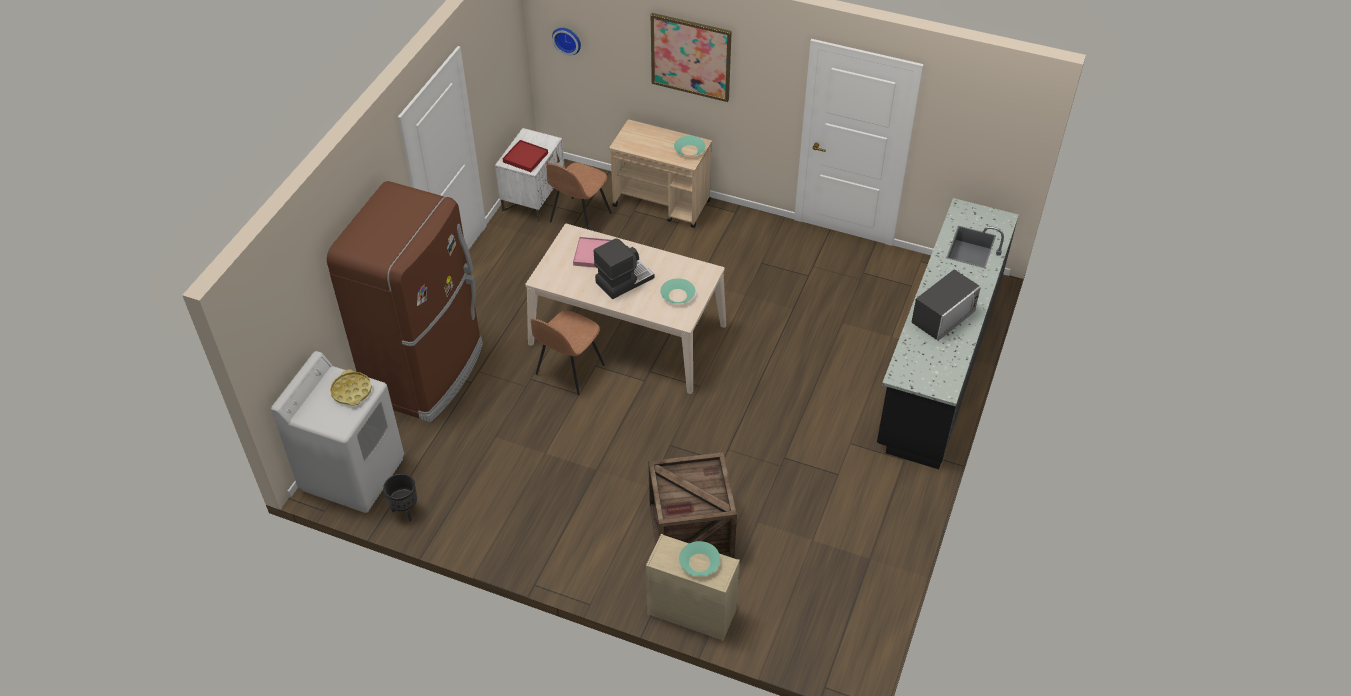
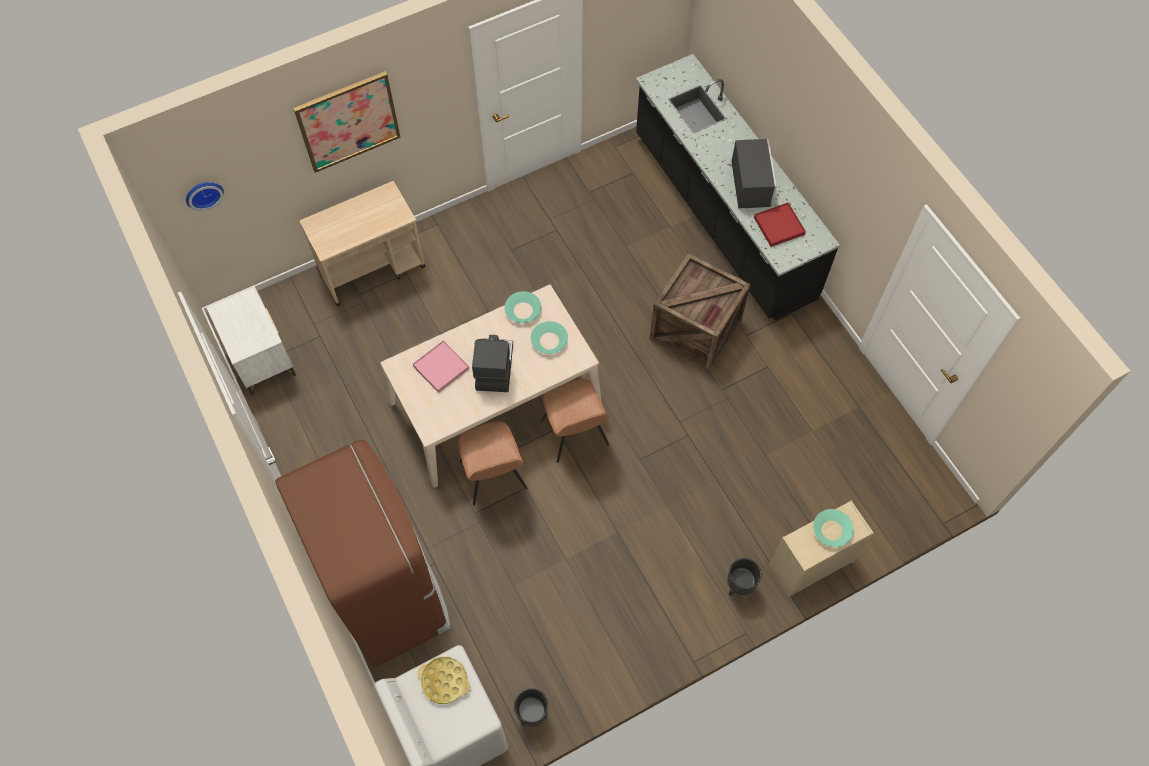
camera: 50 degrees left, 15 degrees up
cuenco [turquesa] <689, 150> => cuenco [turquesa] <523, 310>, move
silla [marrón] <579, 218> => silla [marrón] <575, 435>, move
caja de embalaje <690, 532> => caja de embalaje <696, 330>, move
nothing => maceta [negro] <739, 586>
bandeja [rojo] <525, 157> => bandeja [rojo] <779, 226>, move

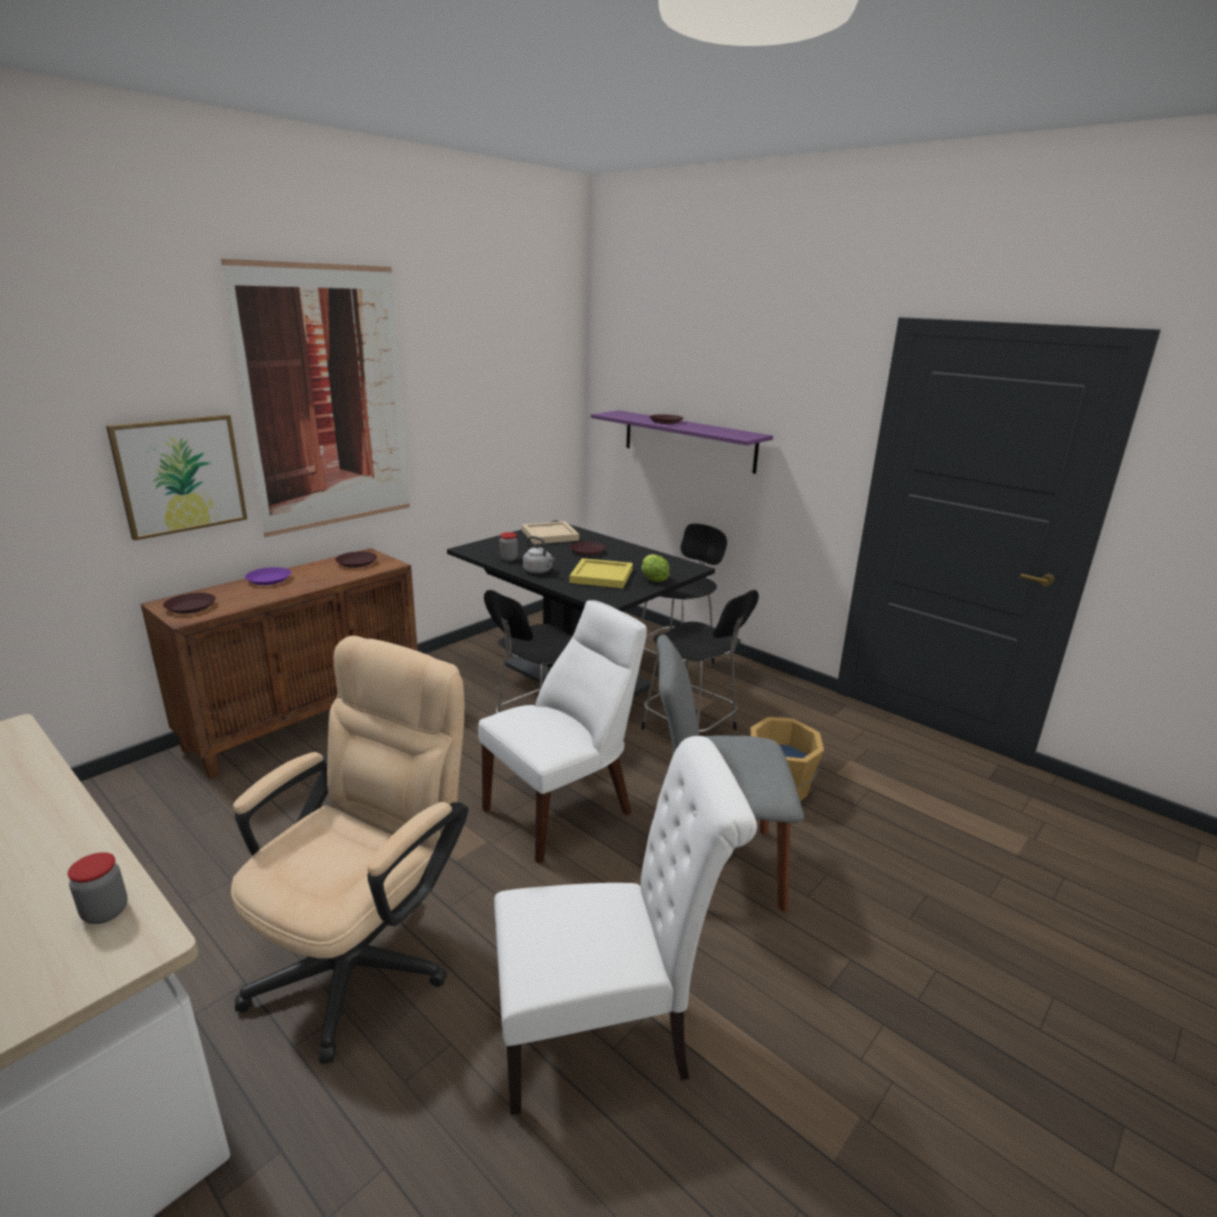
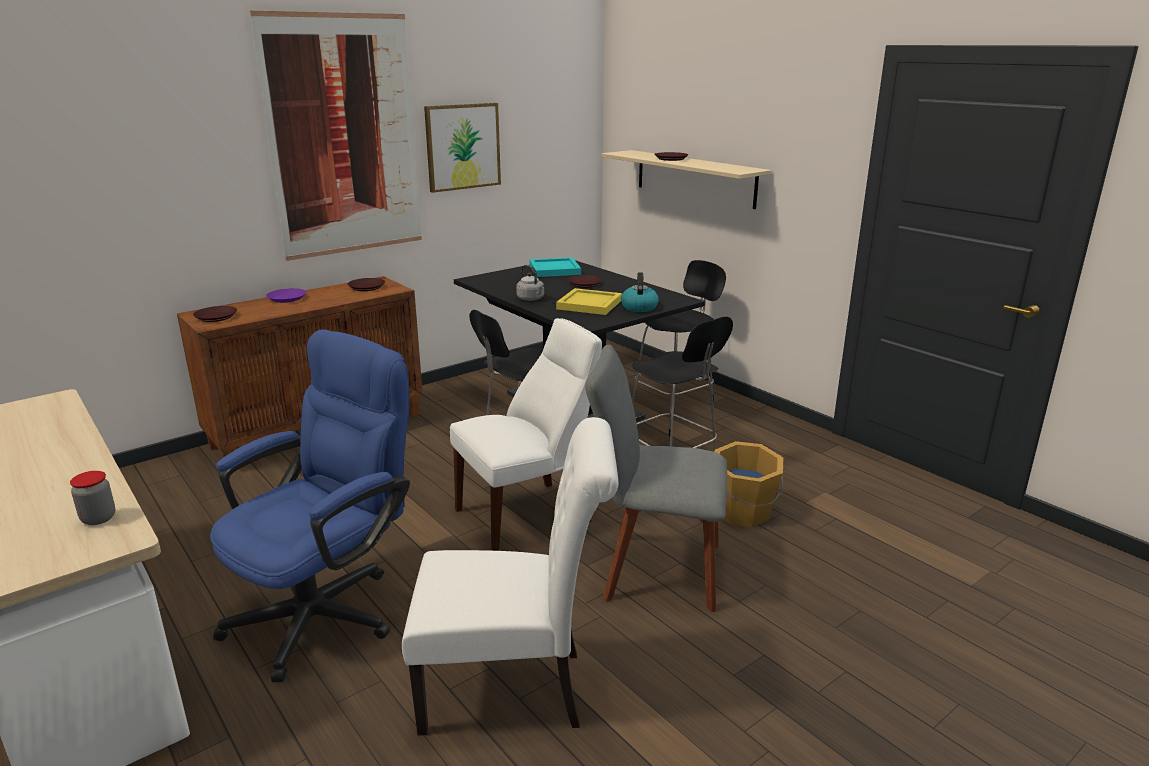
camera: 10 degrees right, 0 degrees up
silla de oficina [beis] <366, 953> => silla de oficina [azul] <328, 609>
cuadro <180, 475> => cuadro <462, 146>, move
bandeja [beis] <549, 535> => bandeja [turquesa] <554, 270>
estante [morado] <688, 441> => estante [beis] <694, 178>
lechuga <653, 578> => hervidor <639, 307>
tarro <509, 559> => nothing

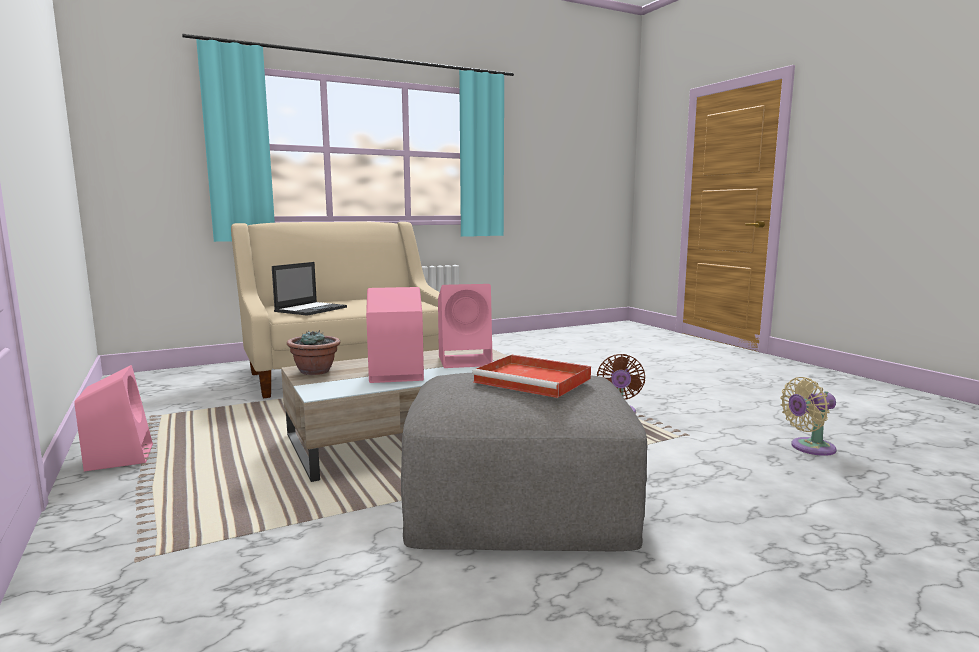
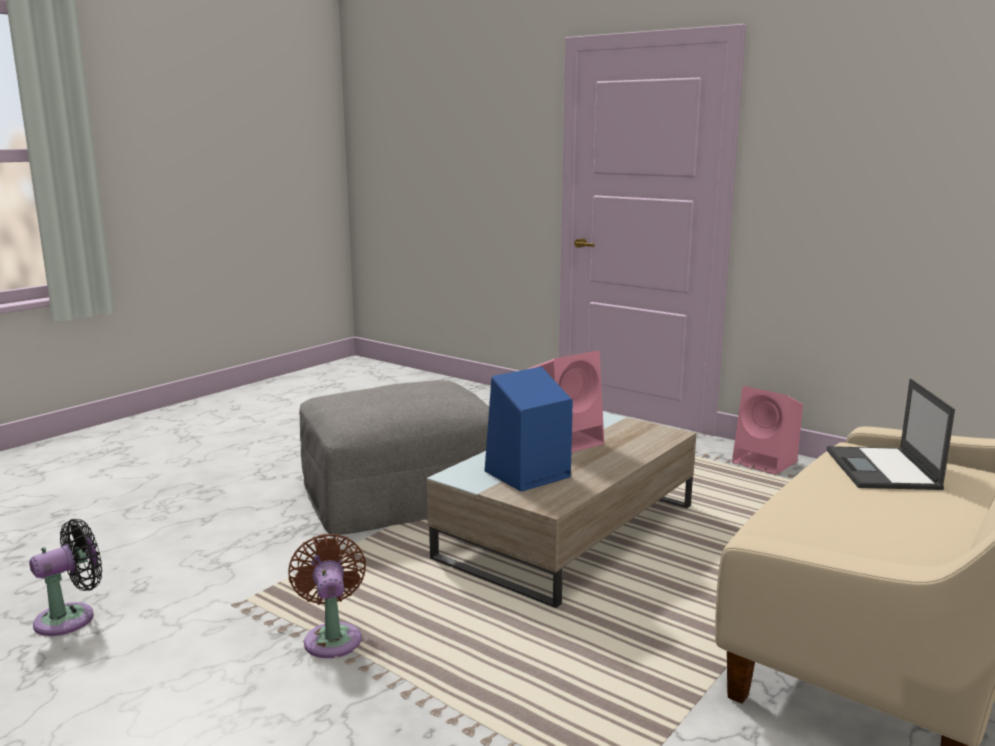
camera: 155 degrees right, 5 degrees up
ventilador [beis] <809, 448> => ventilador [negro] <71, 618>
altavoz [rosa] <466, 361> => altavoz [azul] <526, 475>
planta en maceta <315, 371> => nothing
bandeja [rojo] <534, 380> => nothing

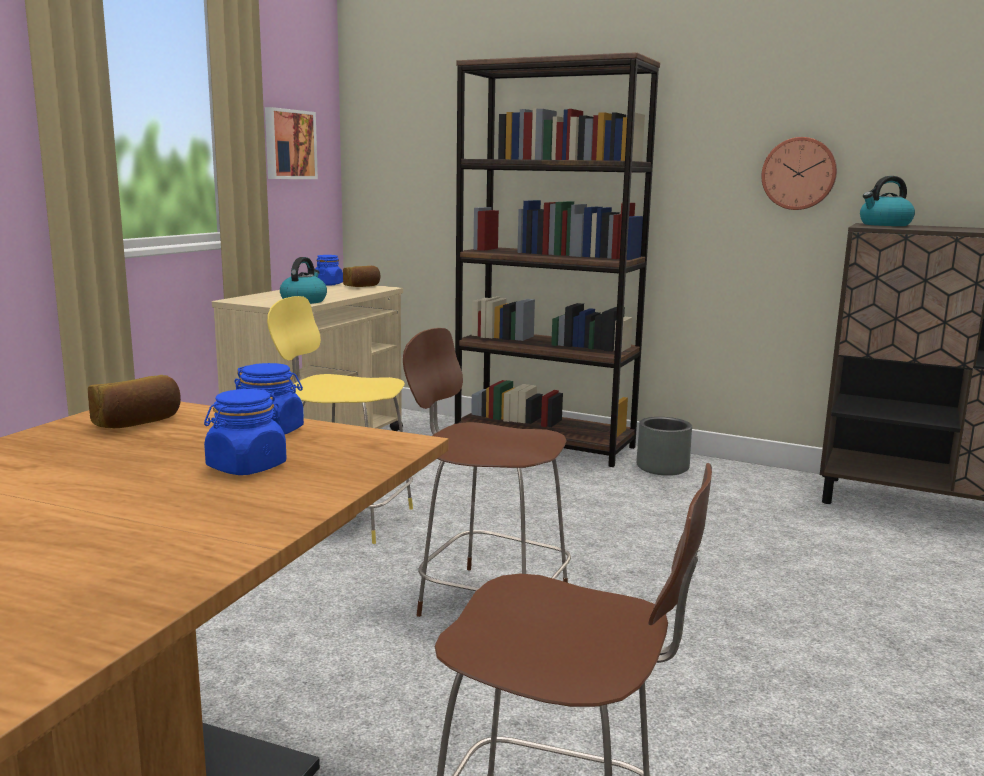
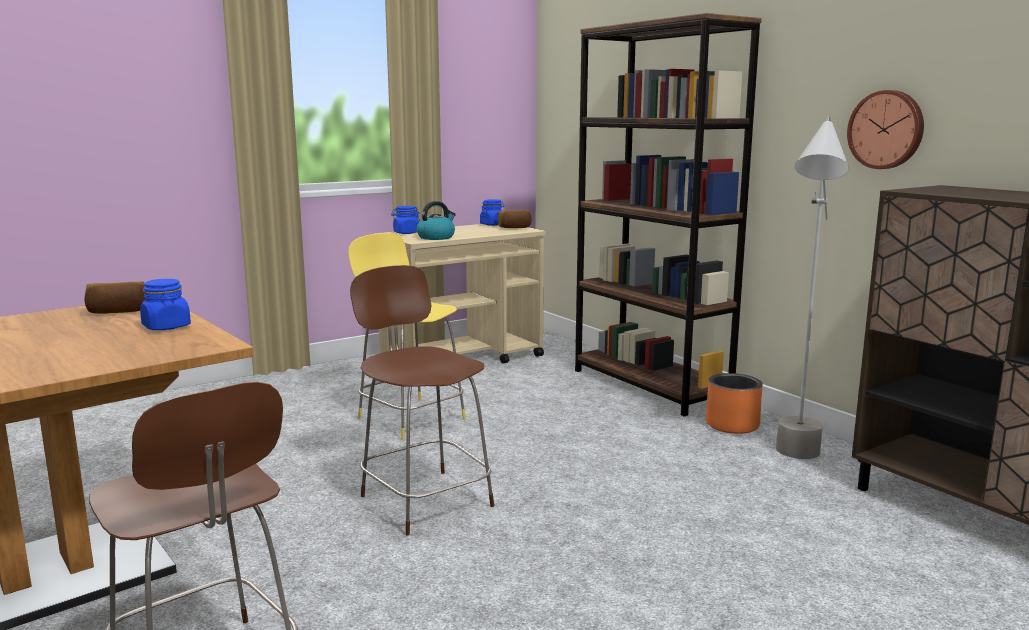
camera: 30 degrees right, 0 degrees up
tarro [azul] <246, 467> => tarro [azul] <406, 233>, move
maceta [gris] <663, 468> => maceta [naranja] <732, 425>
nothing => lámpara de pie [gris] <796, 464>
cuadro <289, 144> => nothing
hervidor <884, 225> => nothing

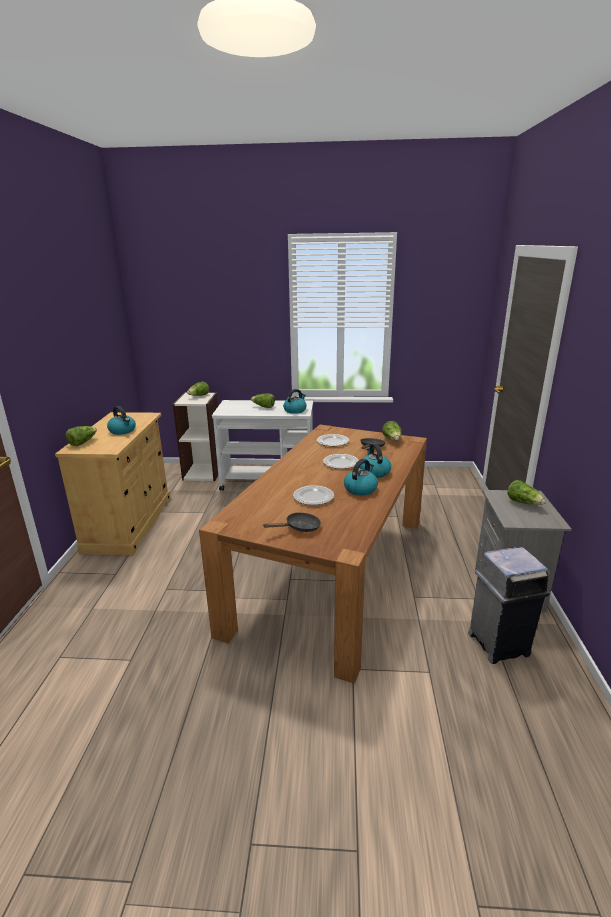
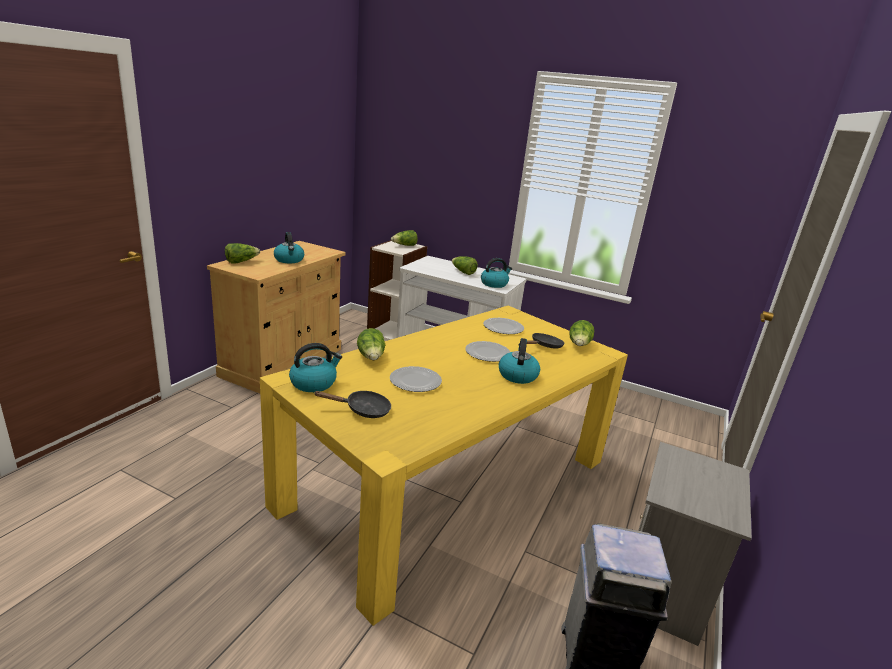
camera: 20 degrees right, 0 degrees up
mesa de comedor [marrón] <332, 570> => mesa de comedor [amarillo] <450, 482>
hervidor <360, 489> => hervidor <314, 383>, move
lechuga <523, 503> => lechuga <371, 357>, move

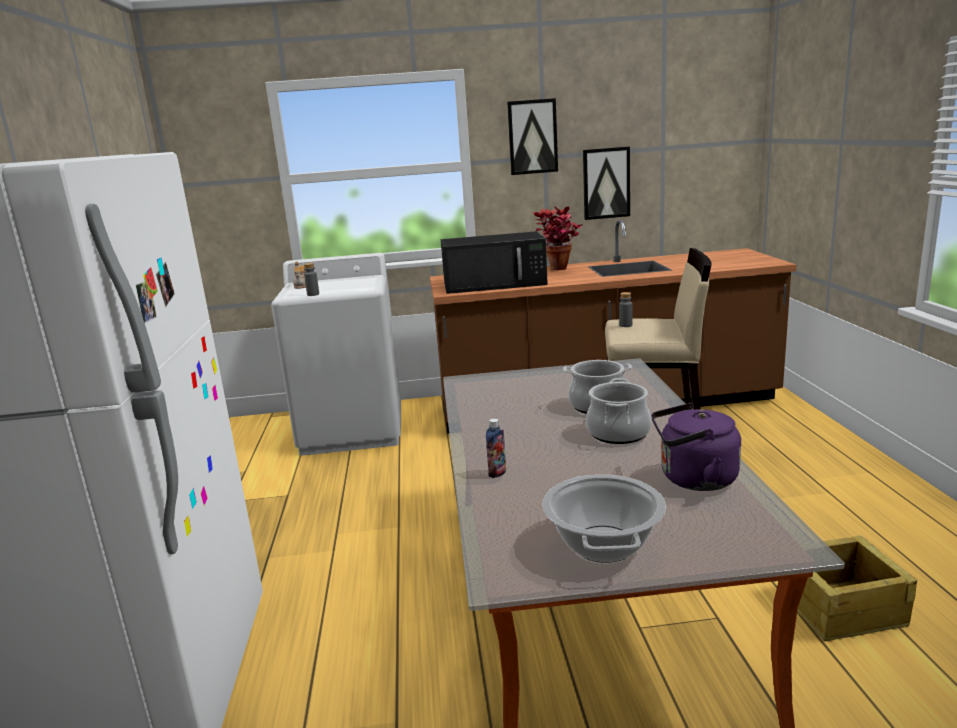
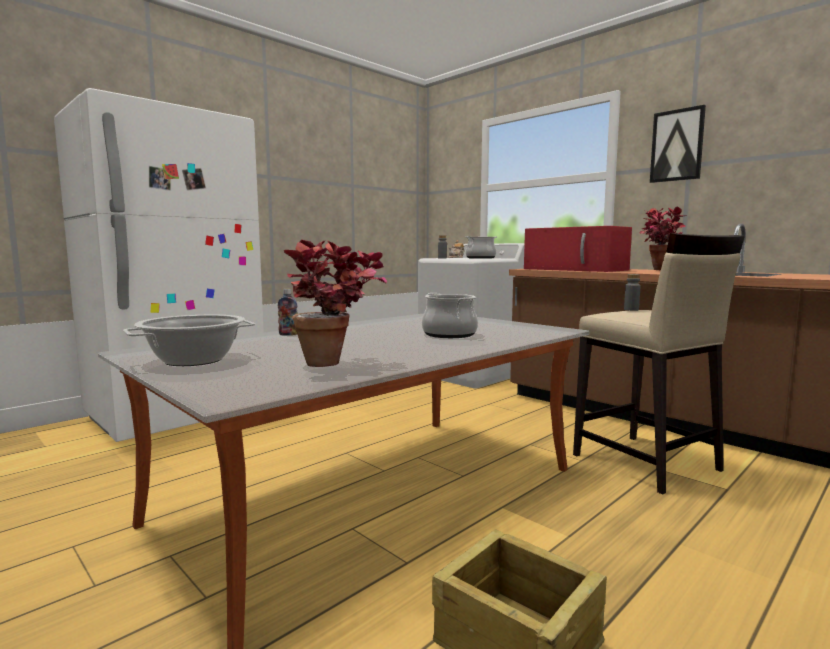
camera: 50 degrees right, 10 degrees down
hervidor [morado] <693, 479> => planta en maceta <336, 364>
olla <618, 433> => olla <480, 258>, move
microondas [negro] <496, 283> => microondas [rojo] <576, 269>
cuadro <606, 183> => nothing

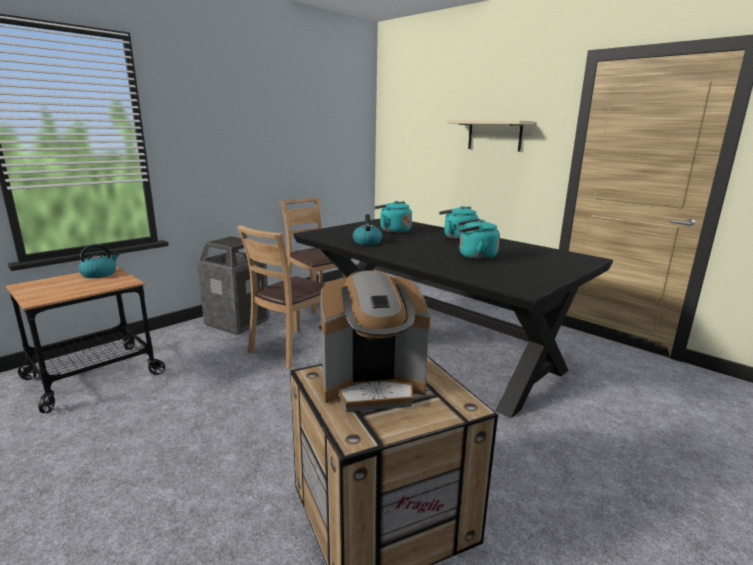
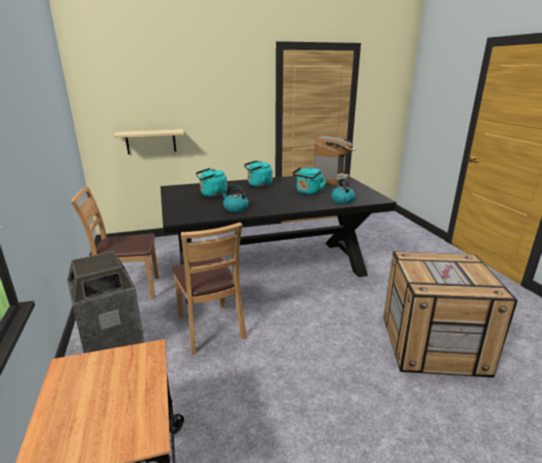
camera: 60 degrees left, 5 degrees up
estante [beis] <494, 135> => estante [beis] <151, 141>, move
cafetera <372, 386> => cafetera <331, 179>, move
hervidor <99, 274> => hervidor <342, 200>, move

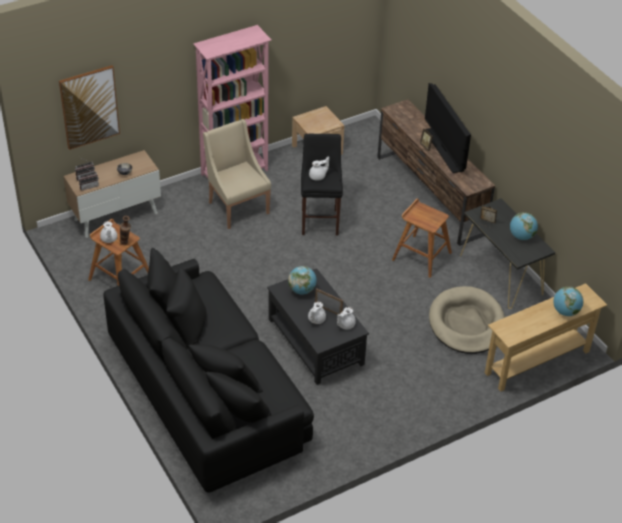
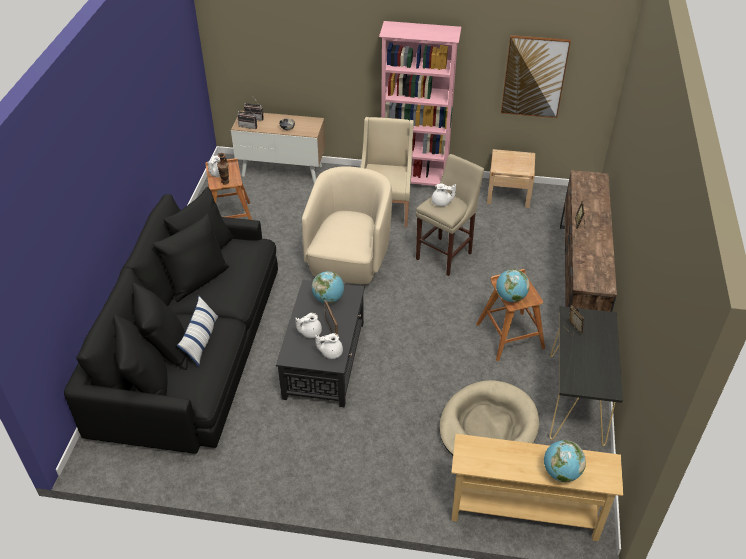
camera: 40 degrees right, 0 degrees up
nothing => cojín <201, 340>
nothing => sillón [beis] <349, 259>
taburete [negro] <320, 220> => taburete [beis] <446, 254>
globo terráqueo <521, 236> => globo terráqueo <510, 297>, move
cuadro <89, 107> => cuadro <534, 77>, move
televisor <444, 150> => nothing

